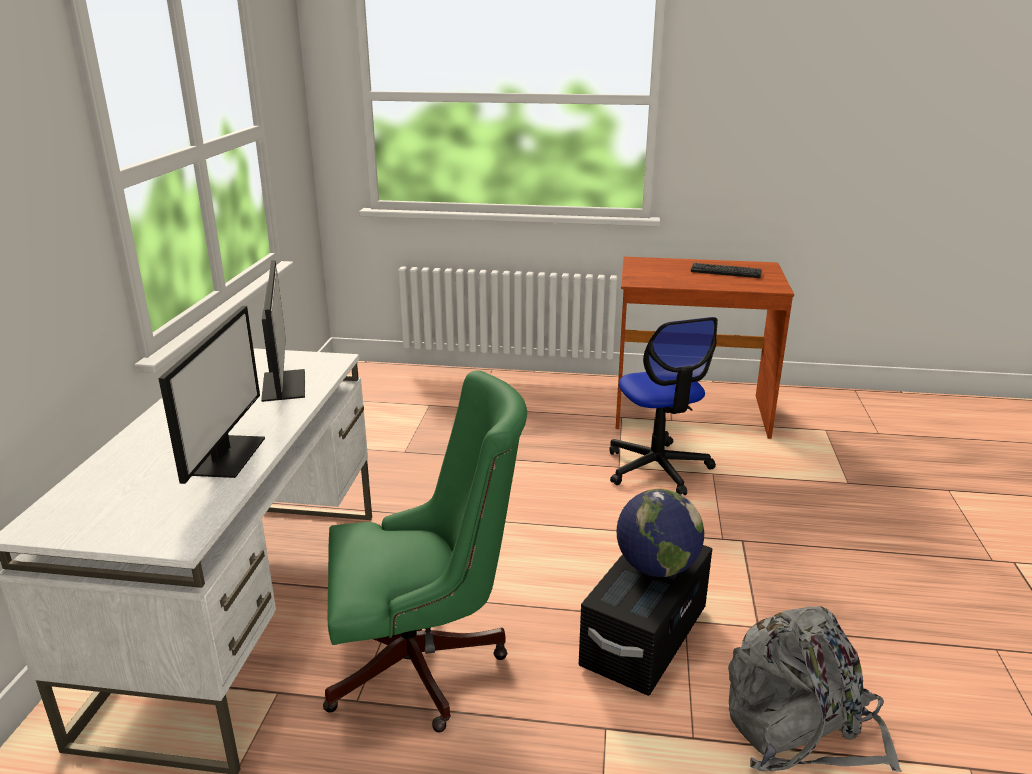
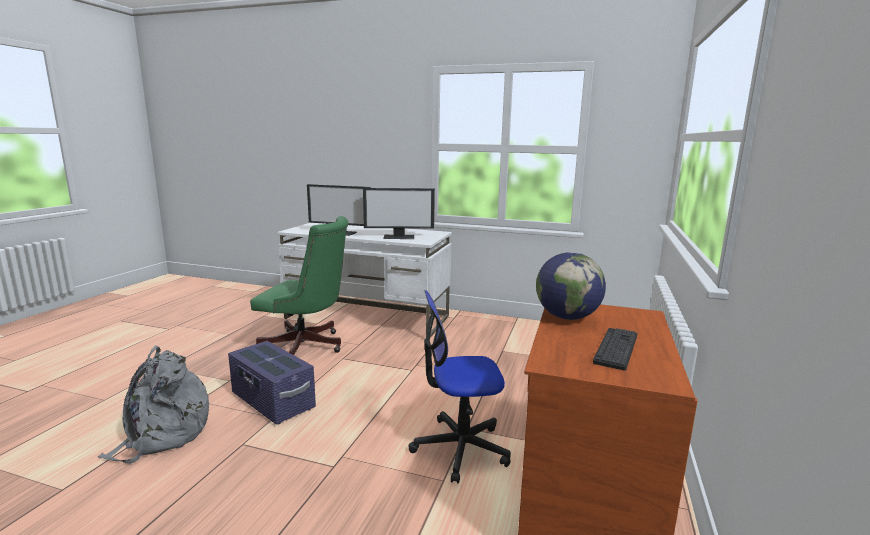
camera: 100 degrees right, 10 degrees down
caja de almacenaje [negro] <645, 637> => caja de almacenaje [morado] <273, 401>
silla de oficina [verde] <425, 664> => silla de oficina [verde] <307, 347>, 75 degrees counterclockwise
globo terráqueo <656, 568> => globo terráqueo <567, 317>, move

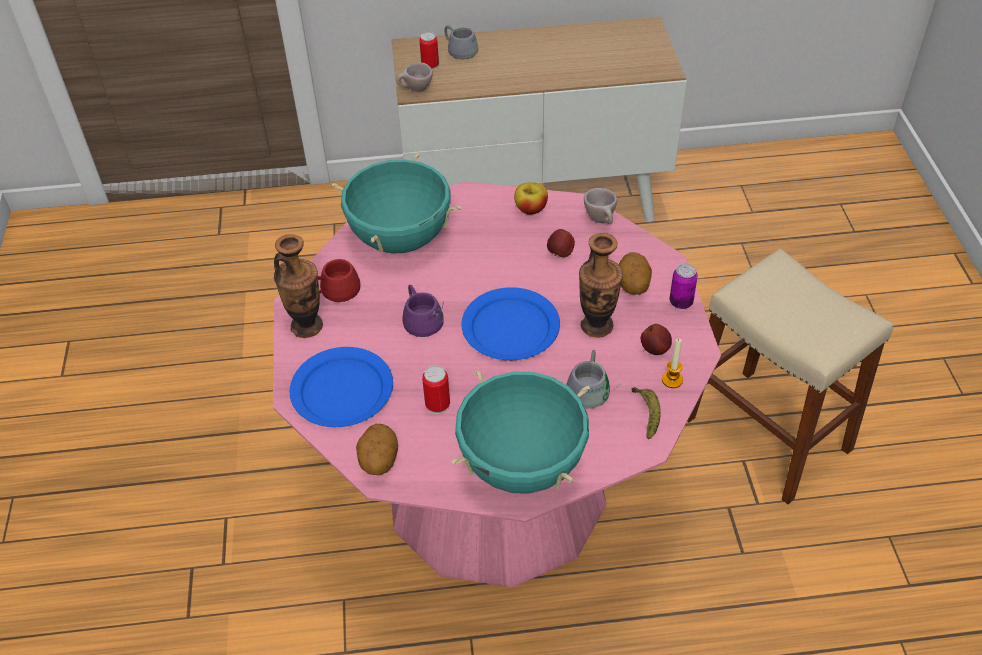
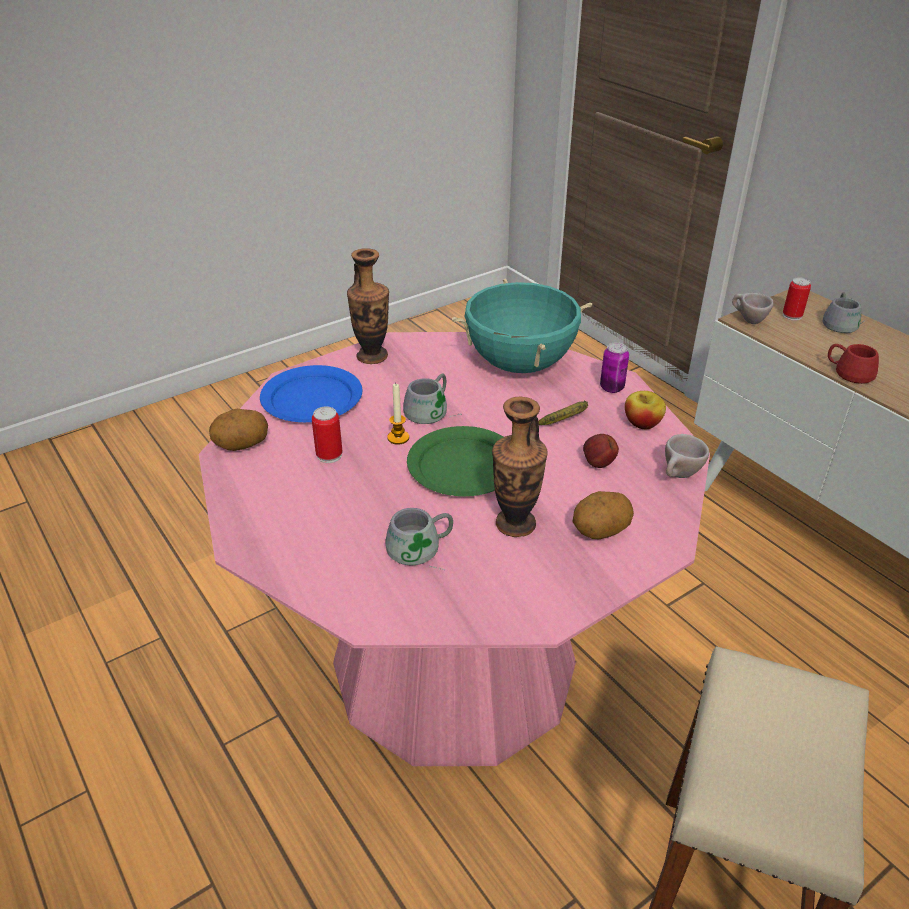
camera: 60 degrees right, 10 degrees down
vela <672, 380> => vela <398, 438>, move
taza grande [morado] <425, 317> => taza grande [gris] <433, 411>
plato [azul] <511, 327> => plato [verde] <464, 466>
plátano <647, 414> => plátano <567, 420>, move
lata <681, 302> => lata <612, 387>, move
taza grande [rojo] <333, 288> => taza grande [rojo] <850, 370>, move
olla [turquesa] <522, 465> => nothing
manzana <655, 349> => nothing

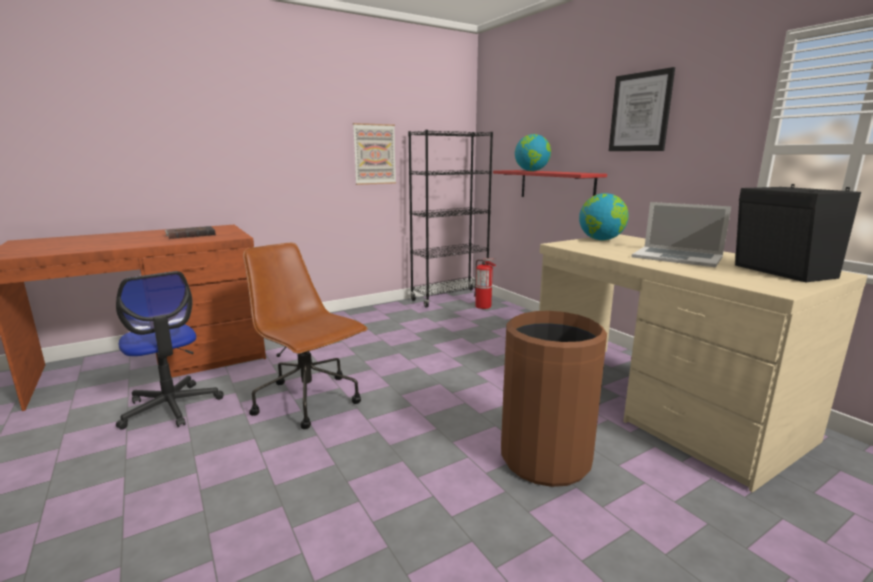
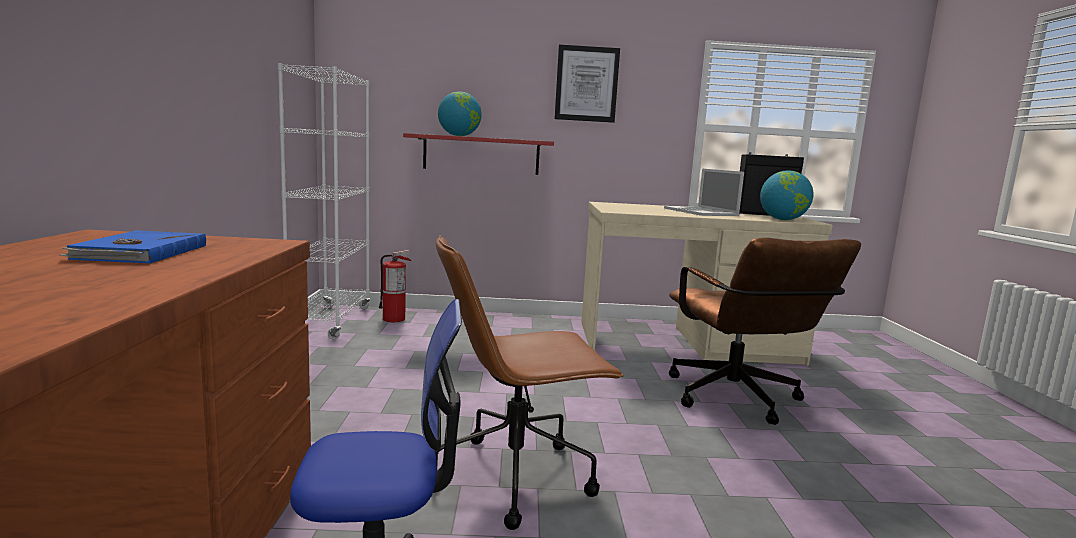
camera: 60 degrees left, 5 degrees down
libro [marrón] <190, 234> => libro [azul] <139, 252>
estantería [negro] <449, 298> => estantería [blanco] <331, 321>
portátil <677, 257> => portátil <701, 212>, 90 degrees clockwise
papelera [marrón] <545, 458> => silla de oficina [marrón] <738, 401>
globo terráqueo <601, 240> => globo terráqueo <783, 219>, move
cuadro <374, 154> => nothing

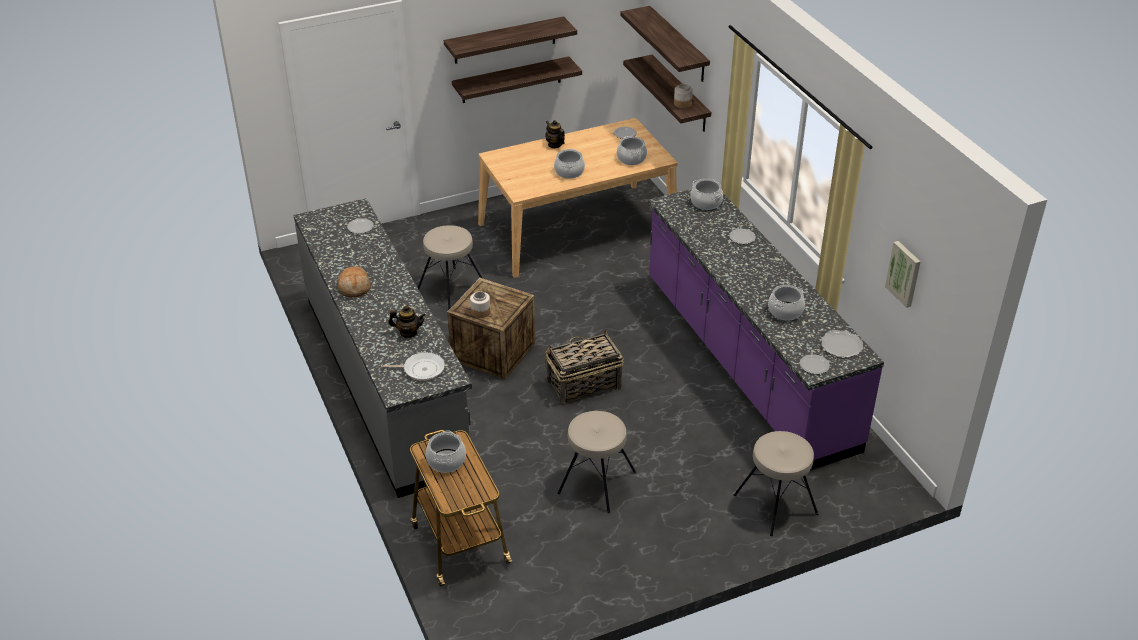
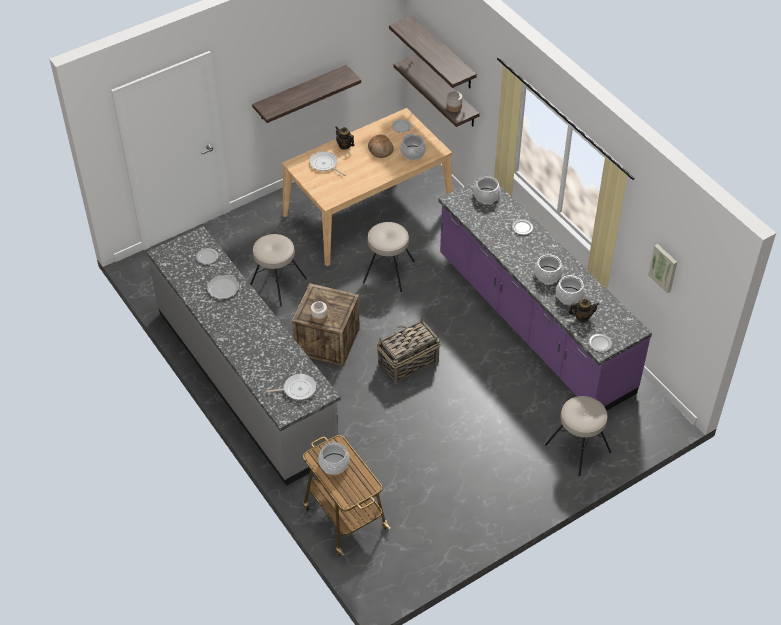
camera: 10 degrees left, 10 degrees up
plato <841, 345> => plato <223, 288>, move
nothing => sartén <325, 164>
taburete [beis] <596, 482> => taburete [beis] <388, 271>, move
pan <354, 287> => pan <380, 150>, move
olla <569, 172> => olla <548, 275>, move
tetera <408, 332> => tetera <582, 317>, move
estante <505, 40> => nothing

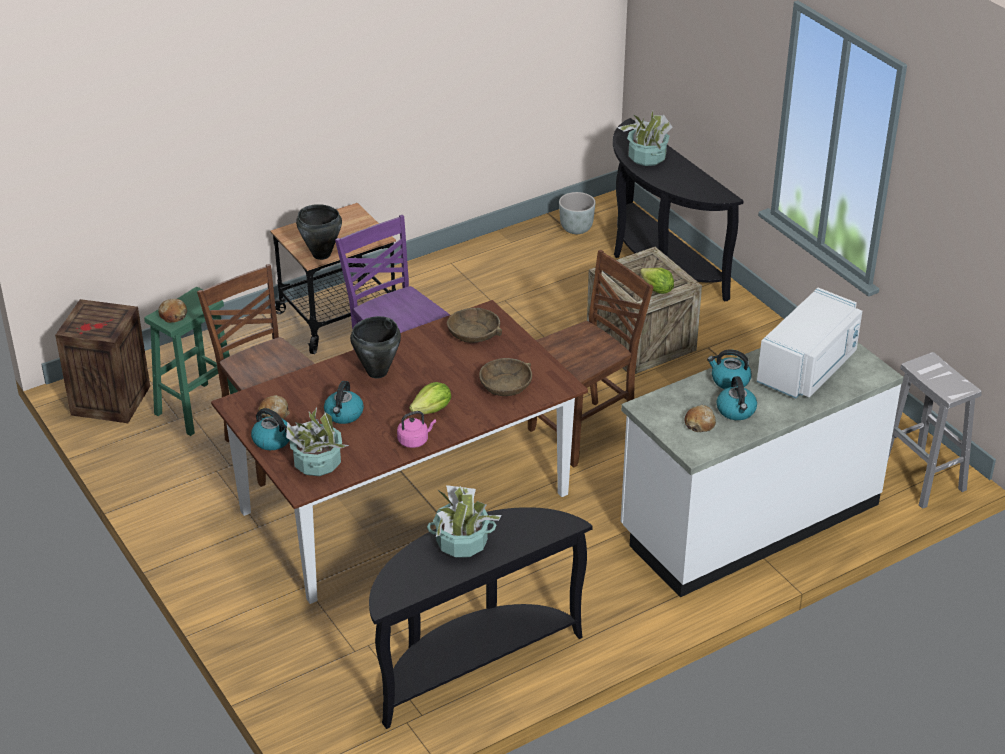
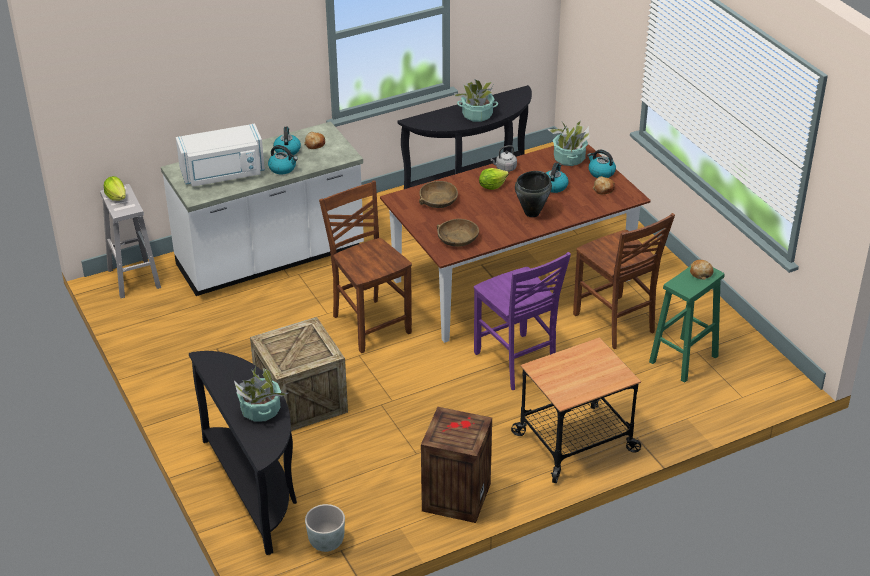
camera: 175 degrees left, 0 degrees up
lechuga <657, 290> => lechuga <116, 197>, move
microondas [blanco] <809, 368> => microondas [blanco] <223, 174>, 150 degrees counterclockwise
silla [marrón] <585, 432> => silla [marrón] <370, 324>, 90 degrees clockwise
caja de embalaje <111, 401> => caja de embalaje <455, 496>, move
hervidor [rosa] <414, 440> => hervidor [gris] <505, 168>
olla [negro] <321, 255> => nothing

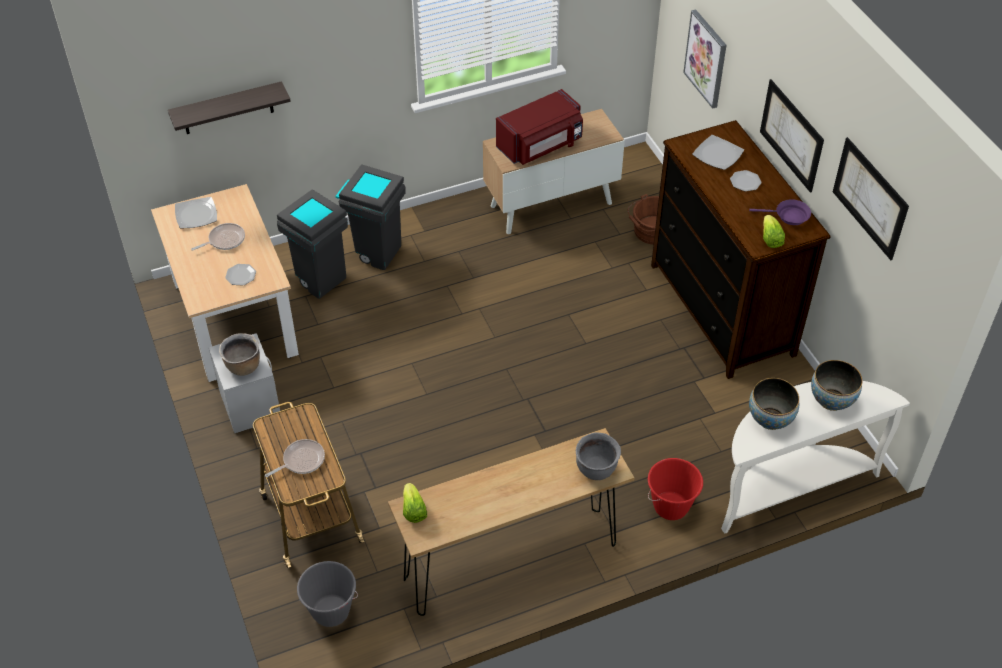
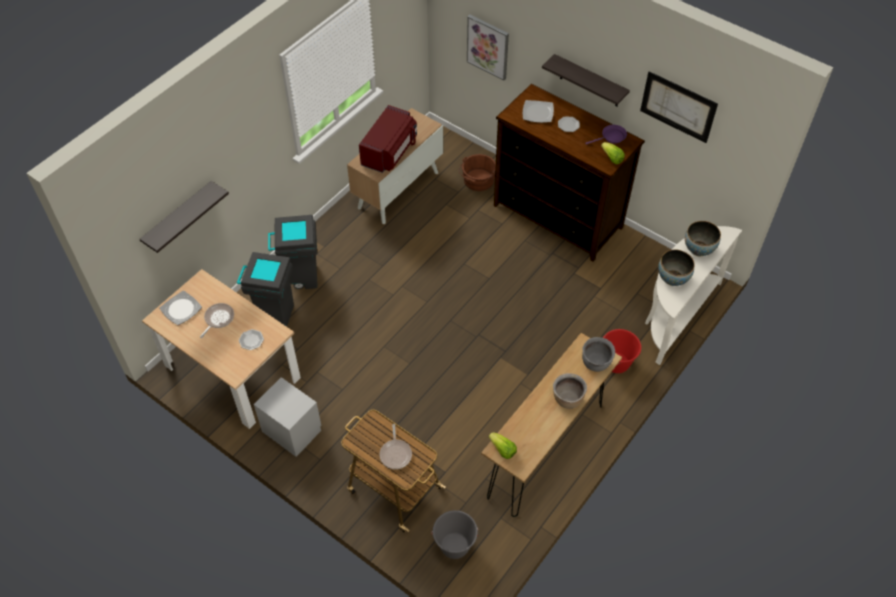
camera: 30 degrees left, 5 degrees up
sartén <301, 460> => sartén <396, 453>, 150 degrees clockwise
cuadro <791, 135> => estante <590, 81>
olla [marrón] <243, 366> => olla [marrón] <567, 400>, move

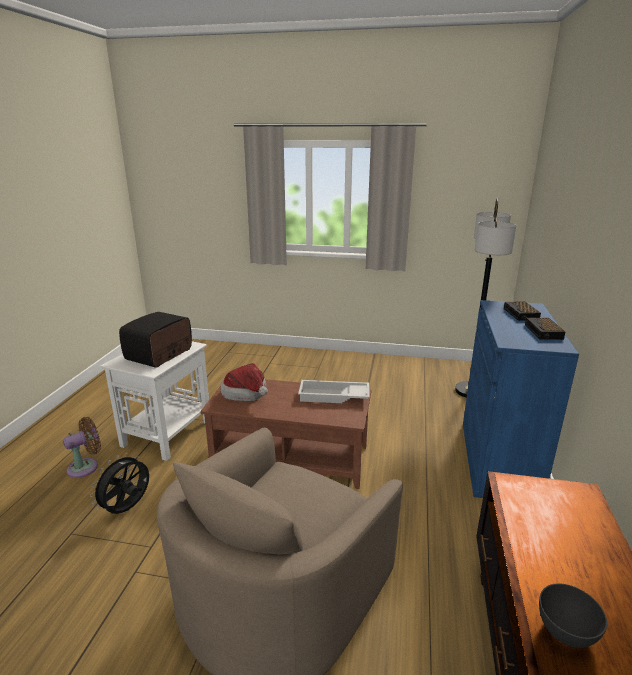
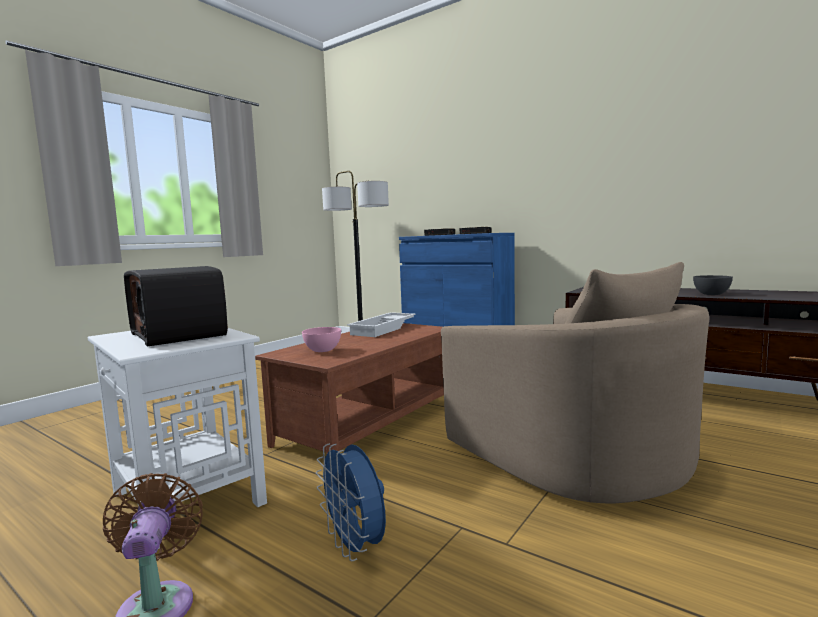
camera: 65 degrees left, 15 degrees down
sombrero <246, 394> => cuenco [rosa] <323, 350>
ventilador [negro] <127, 509> => ventilador [azul] <355, 547>

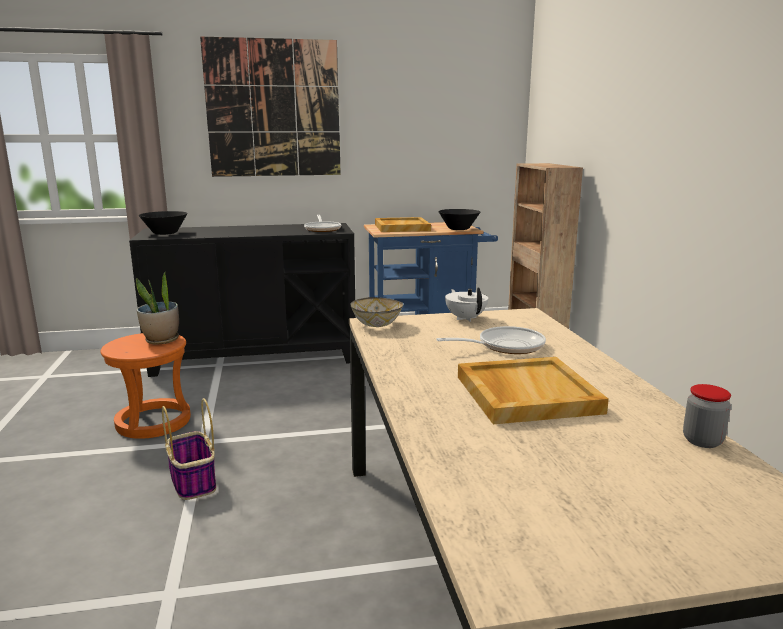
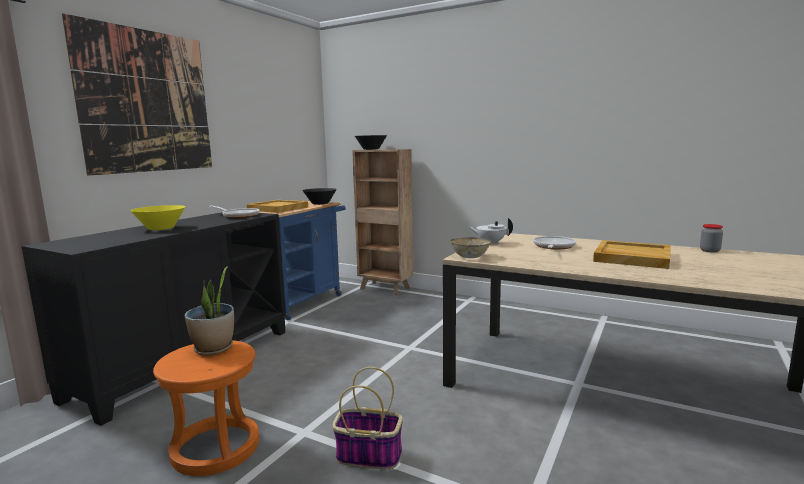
camera: 50 degrees left, 5 degrees down
nothing => cuenco [amarillo] <161, 228>
cuenco [negro] <165, 233> => cuenco [negro] <371, 149>, move

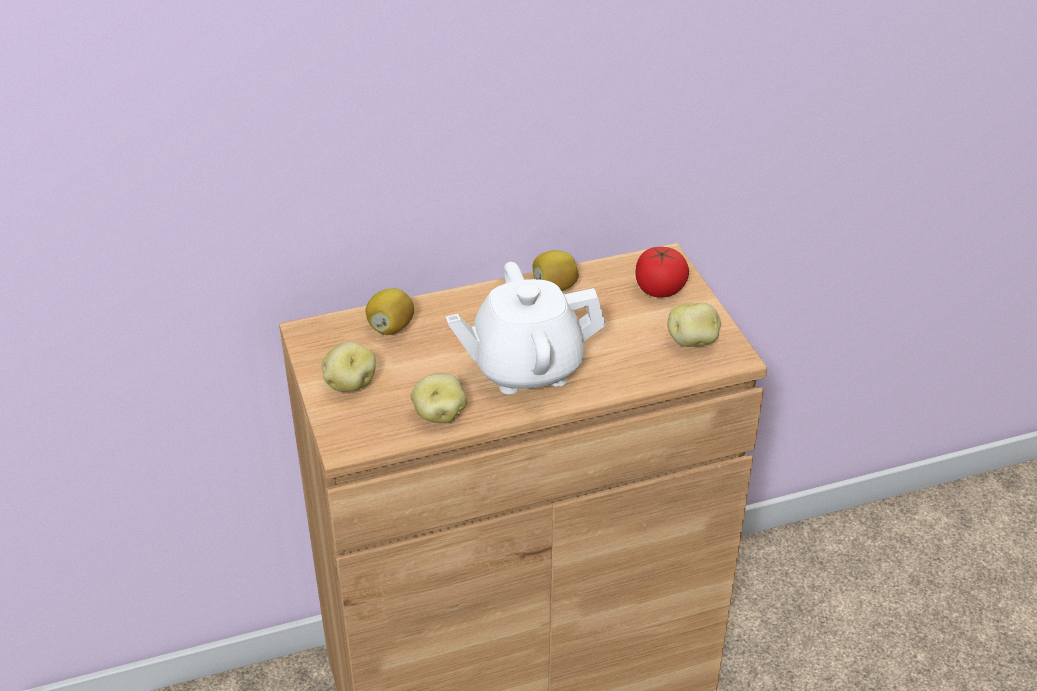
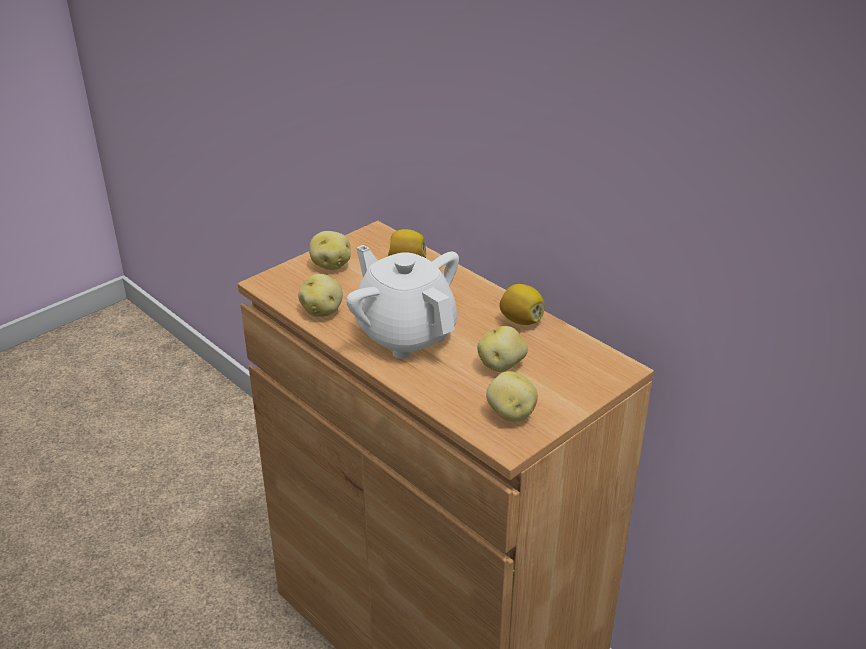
camera: 65 degrees right, 5 degrees down
nothing => patata <502, 365>
tomate <659, 289> => nothing

